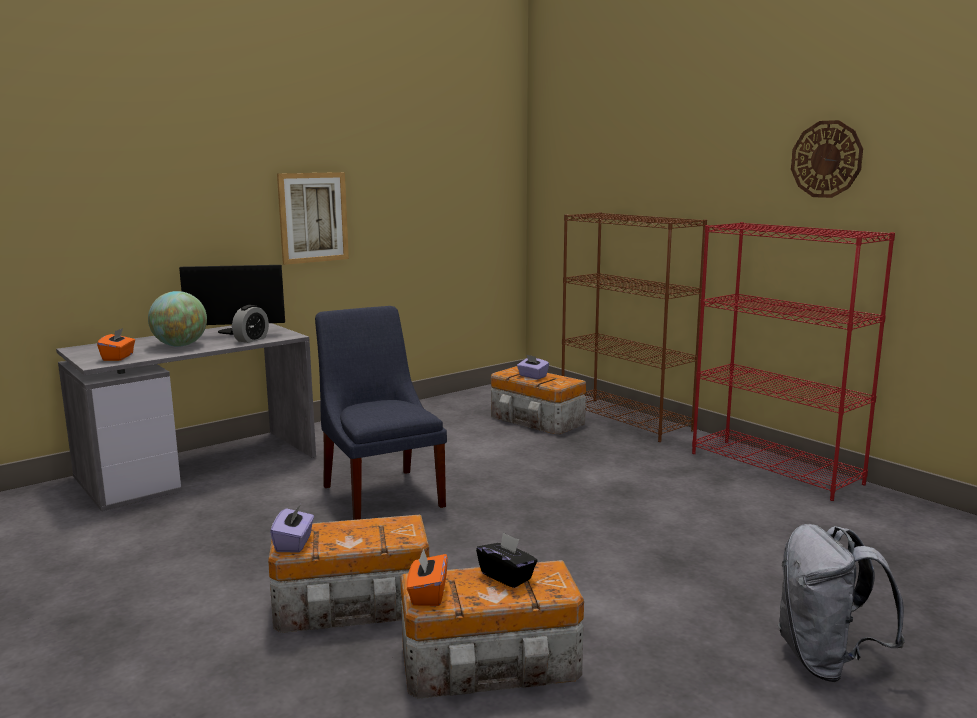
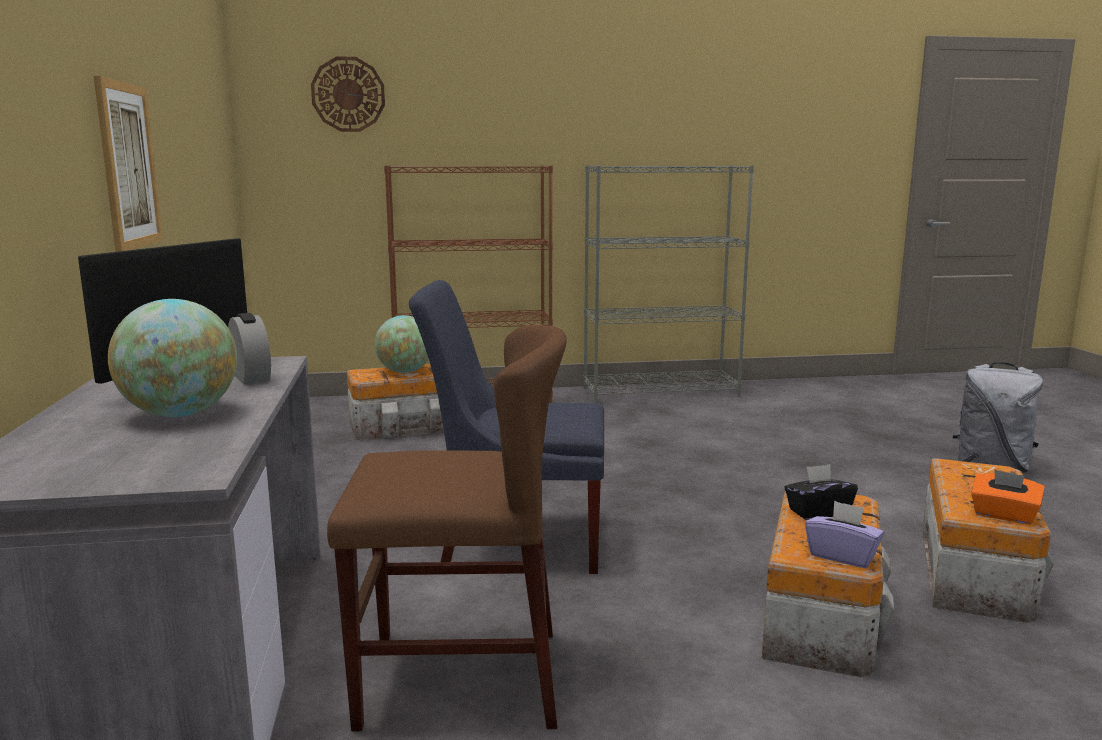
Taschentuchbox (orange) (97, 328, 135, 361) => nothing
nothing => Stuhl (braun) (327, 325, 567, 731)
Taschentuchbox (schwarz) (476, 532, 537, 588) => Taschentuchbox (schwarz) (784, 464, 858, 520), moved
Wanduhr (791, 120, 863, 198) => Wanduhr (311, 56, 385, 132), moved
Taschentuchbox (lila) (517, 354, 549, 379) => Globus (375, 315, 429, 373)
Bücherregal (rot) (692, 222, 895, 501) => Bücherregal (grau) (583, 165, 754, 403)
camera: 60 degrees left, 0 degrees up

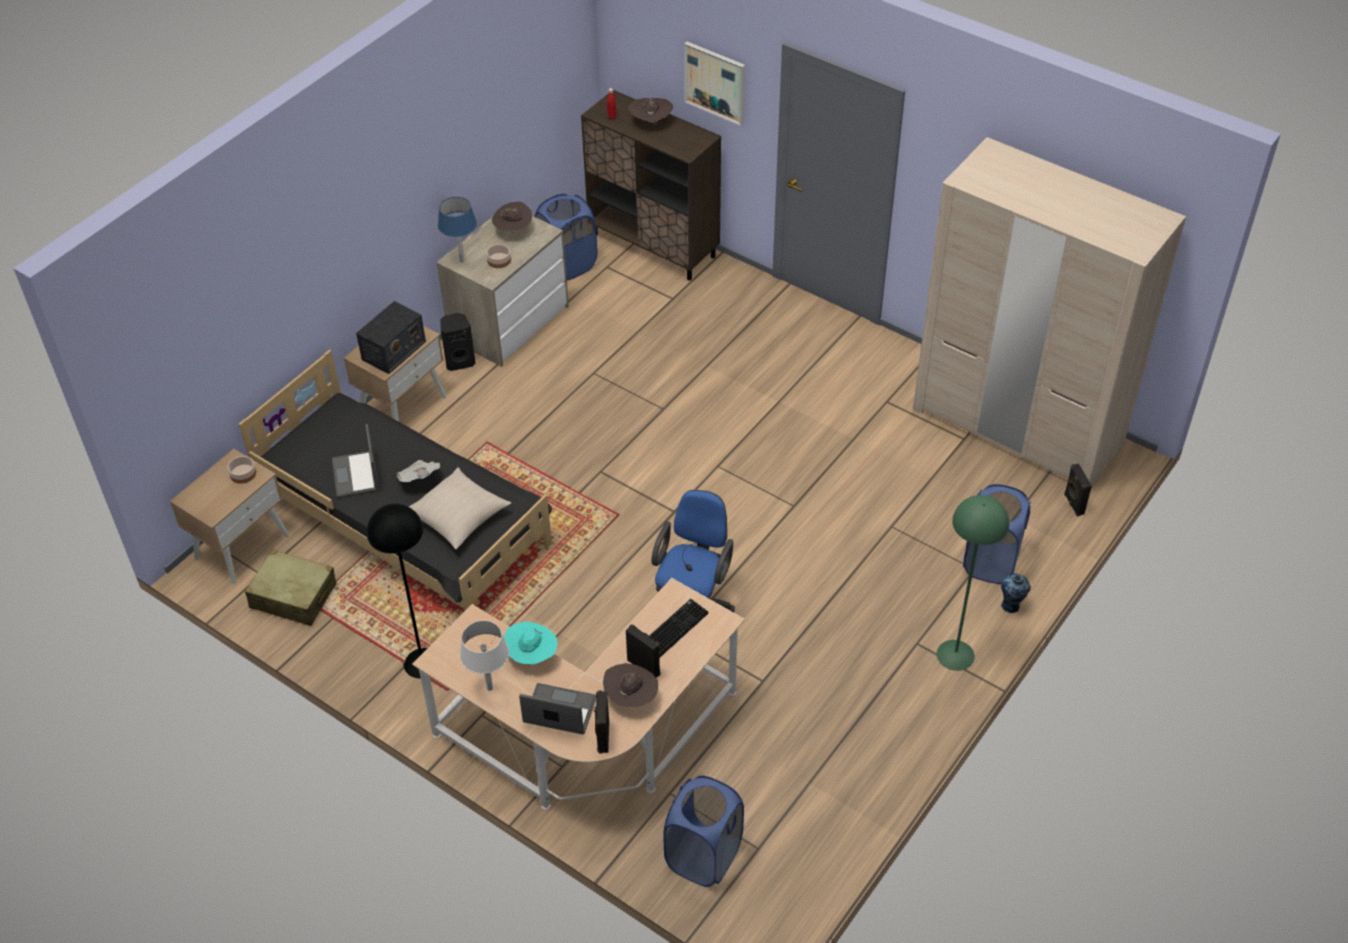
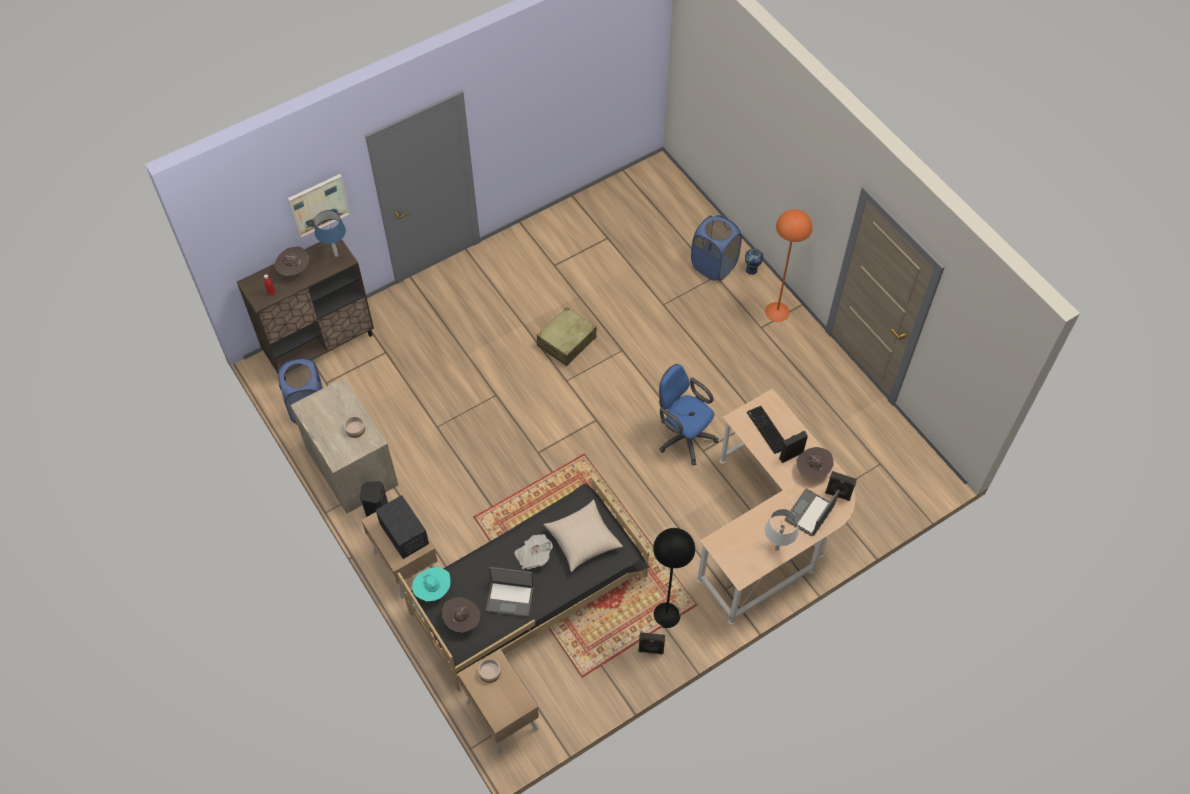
Wäschekorb (blau) (663, 776, 744, 887) => nothing
Kleiderschrank (beige) (913, 137, 1186, 486) => nothing
Koffer (beige) (245, 550, 336, 626) => Koffer (beige) (537, 307, 597, 366), moved
Tischlampe (blau) (438, 197, 477, 262) => Tischlampe (blau) (314, 210, 346, 257), moved
Hut (braun) (492, 201, 532, 233) => Hut (braun) (442, 597, 480, 633), moved
Hut (türkis) (504, 622, 558, 664) => Hut (türkis) (412, 567, 450, 601), moved
Lautsprecher (schwarz) (1064, 464, 1092, 516) => Lautsprecher (schwarz) (638, 632, 665, 654), moved
Stehlampe (grün) (937, 495, 1009, 671) => Stehlampe (orange) (765, 209, 812, 322)
camera: 70 degrees left, 10 degrees up

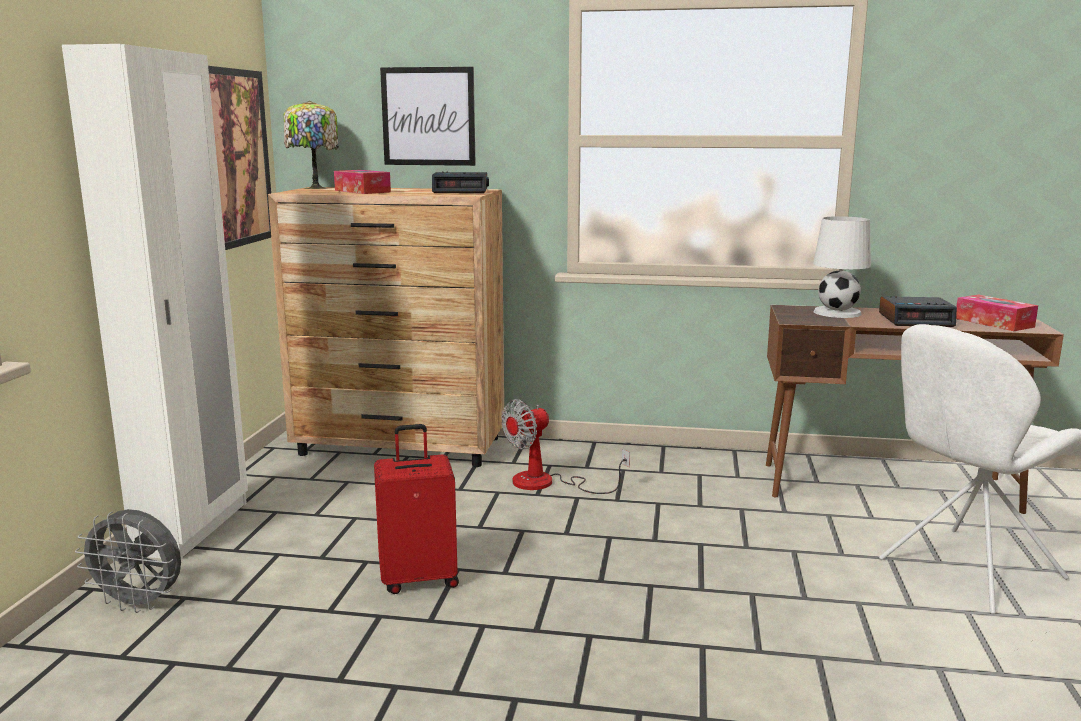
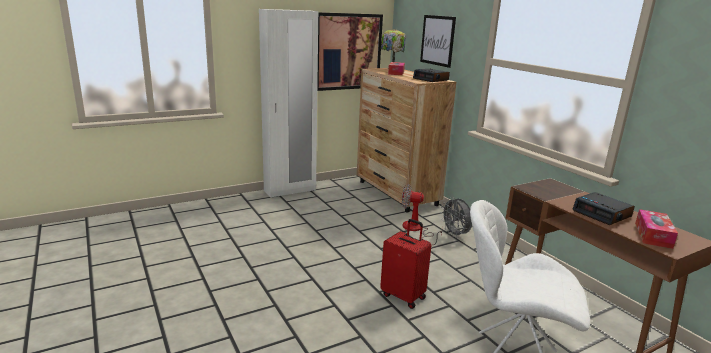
Tischlampe (weiß) (813, 216, 871, 318) => nothing
Ventilator (grau) (75, 509, 181, 613) => Ventilator (grau) (441, 197, 472, 238), moved
Koffer (rot) (374, 424, 459, 594) => Koffer (rot) (380, 219, 431, 309), moved
camera: 50 degrees right, 5 degrees up

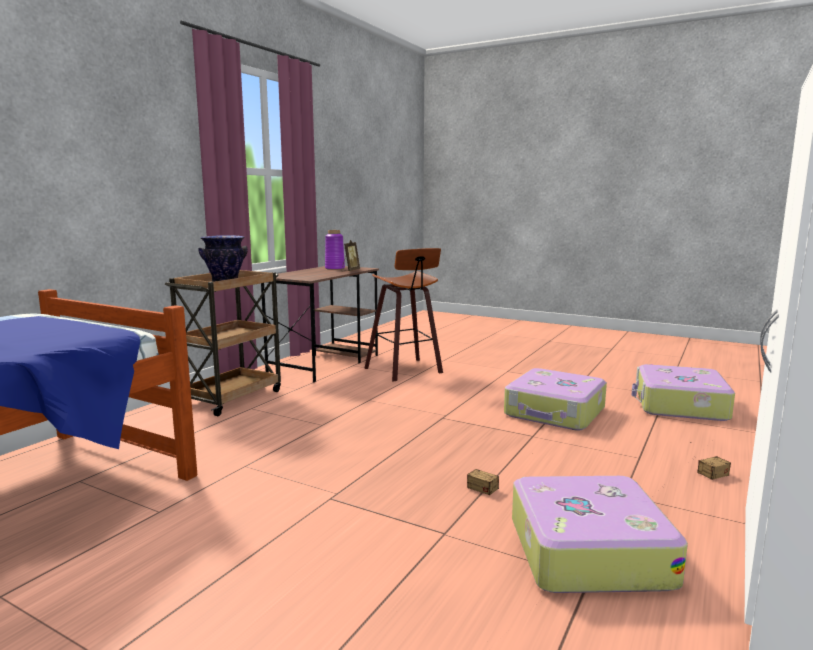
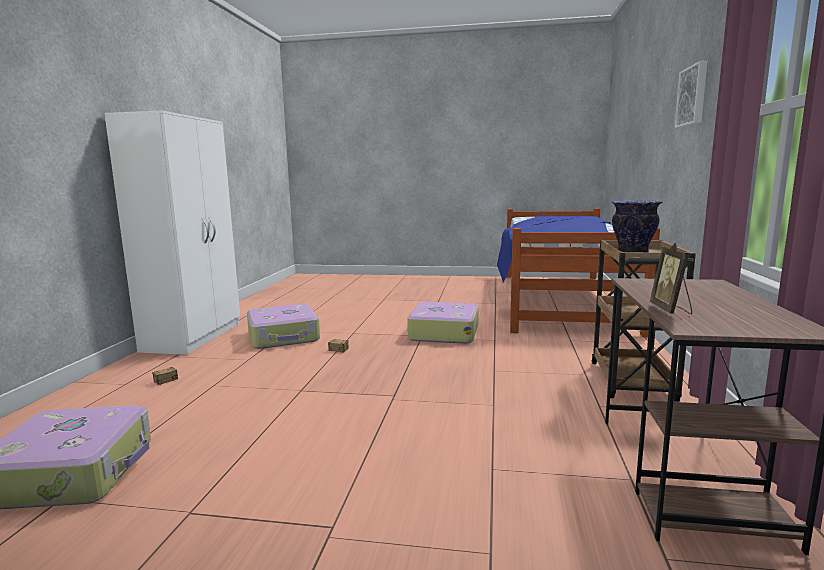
Vase (lila) (325, 230, 345, 270) => nothing
Hocker (364, 248, 443, 382) => nothing
nothing => Bild (675, 61, 708, 128)
Koffer (504, 368, 607, 431) => Koffer (407, 302, 478, 344), moved
camera: 160 degrees right, 0 degrees up

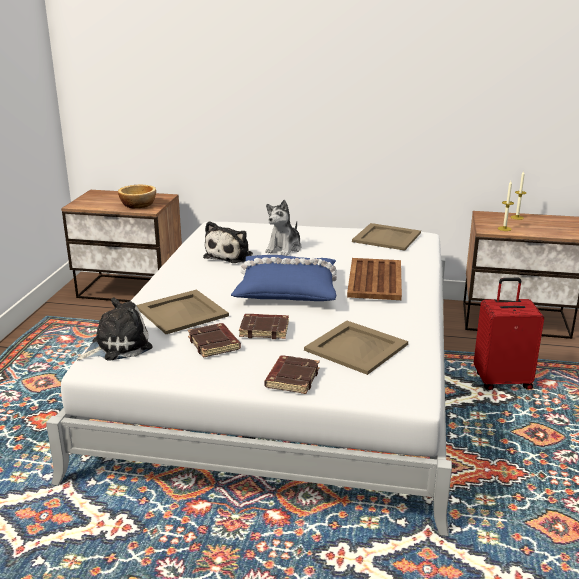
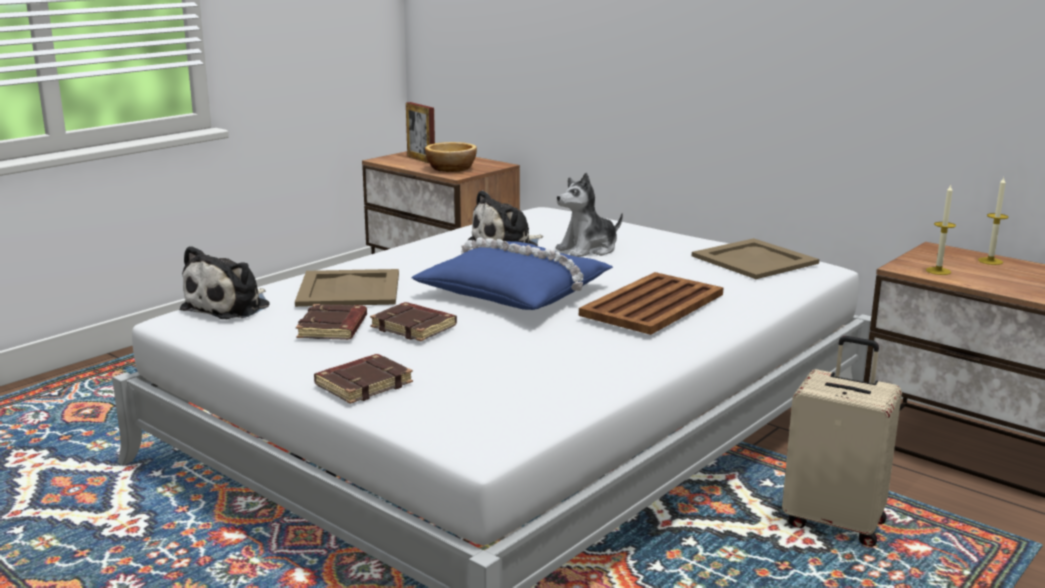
Tablett (beige) (304, 321, 408, 375) => nothing
nothing => Bilderrahmen (406, 102, 435, 164)
Koffer (rot) (474, 278, 544, 390) => Koffer (beige) (782, 336, 902, 547)
Plüschtier (76, 297, 153, 361) => Plüschtier (180, 246, 270, 319), 120 degrees clockwise
camera: 30 degrees right, 5 degrees down

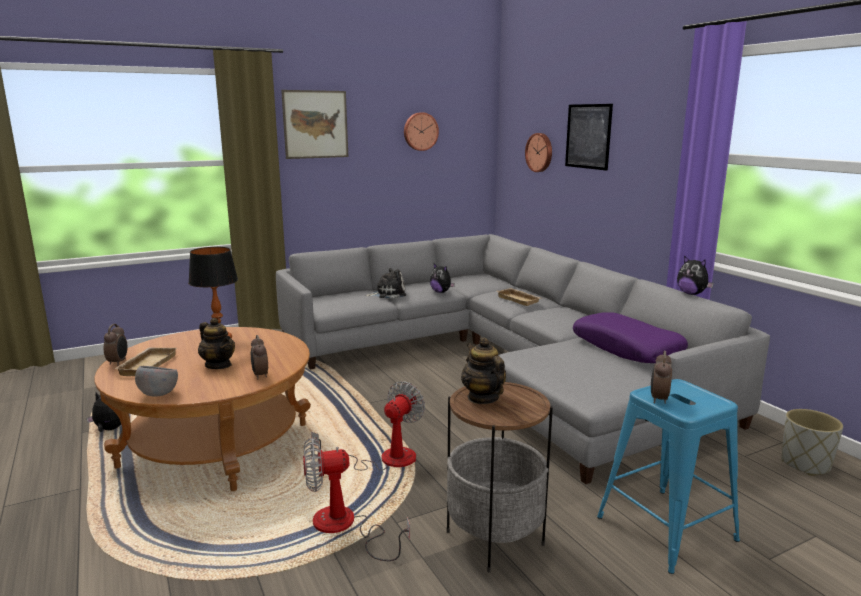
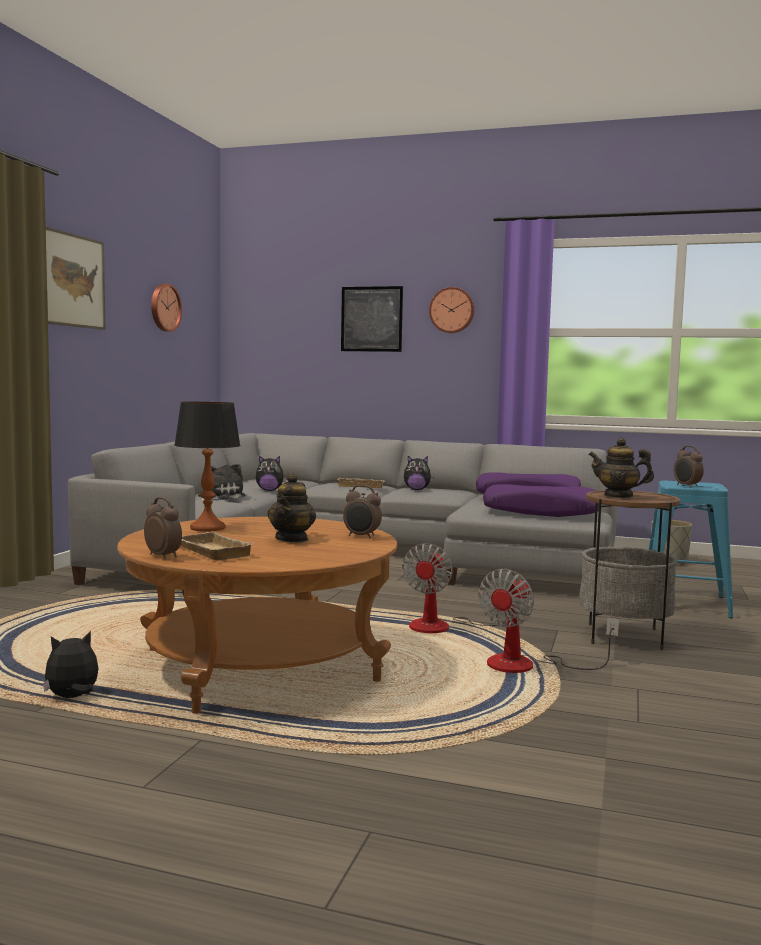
Schüssel (grau) (135, 366, 178, 396) => nothing
nothing => Kissen (lila) (483, 484, 599, 517)
Wanduhr (525, 133, 552, 172) => Wanduhr (429, 287, 474, 333), moved
Plüschtier (677, 256, 714, 295) => Plüschtier (404, 456, 433, 490), moved
Teekanne (198, 318, 235, 369) => Teekanne (267, 473, 316, 542), 105 degrees clockwise
Ventilator (311, 381, 425, 470) => Ventilator (402, 543, 508, 633), 150 degrees counterclockwise
camera: 45 degrees left, 10 degrees down

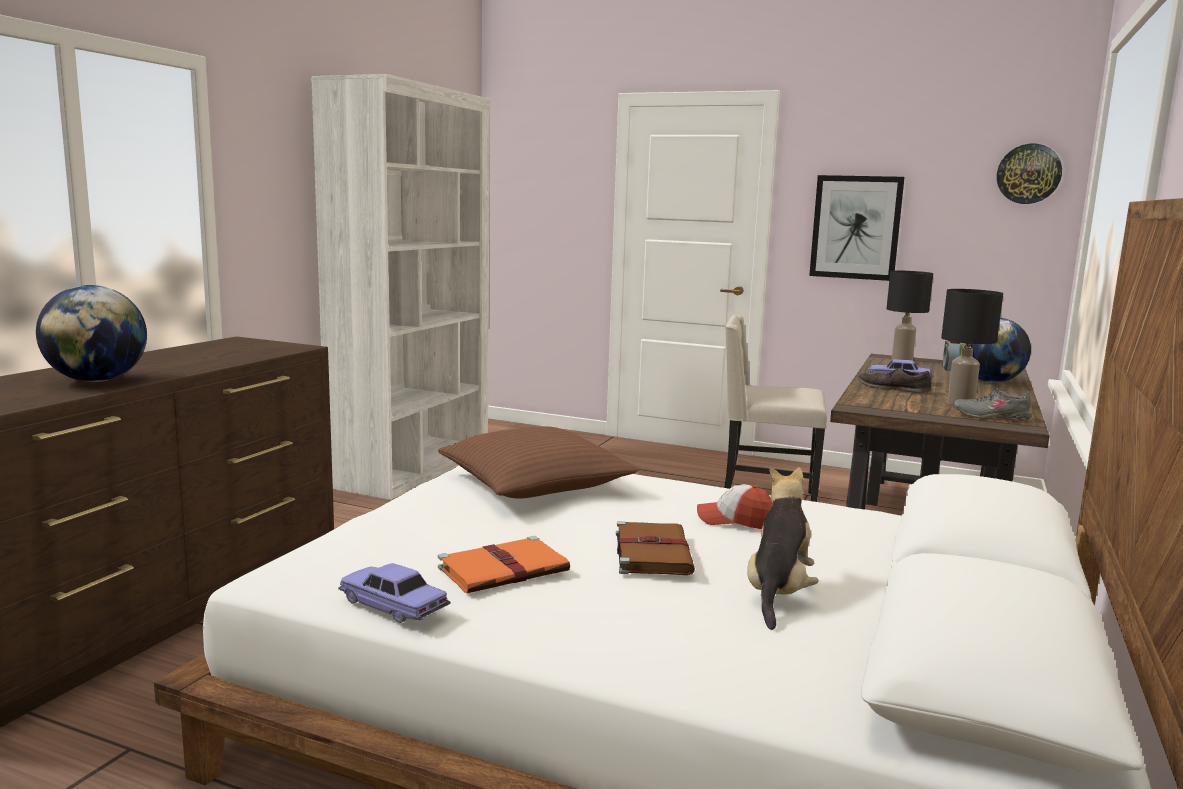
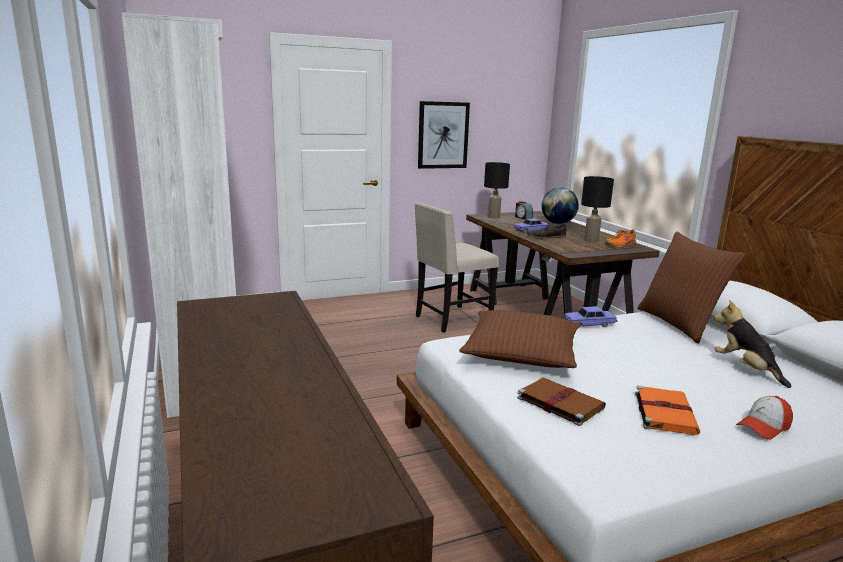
Globus (36, 285, 147, 382) => nothing
Wanduhr (997, 144, 1062, 204) => nothing
nothing => Kissen (braun) (637, 231, 745, 344)
Spielzeugauto (338, 563, 451, 623) => Spielzeugauto (563, 306, 618, 328), moved
Buch (braun) (616, 521, 695, 575) => Buch (braun) (517, 378, 606, 426), moved
Kappe (697, 484, 772, 529) => Kappe (736, 396, 793, 440), moved
Schuh (grau) (953, 388, 1032, 420) => Schuh (orange) (605, 229, 638, 248)
camera: 45 degrees left, 5 degrees up

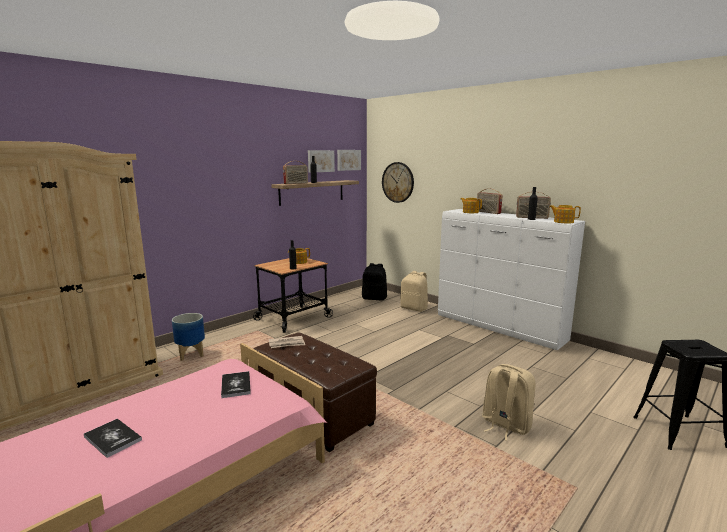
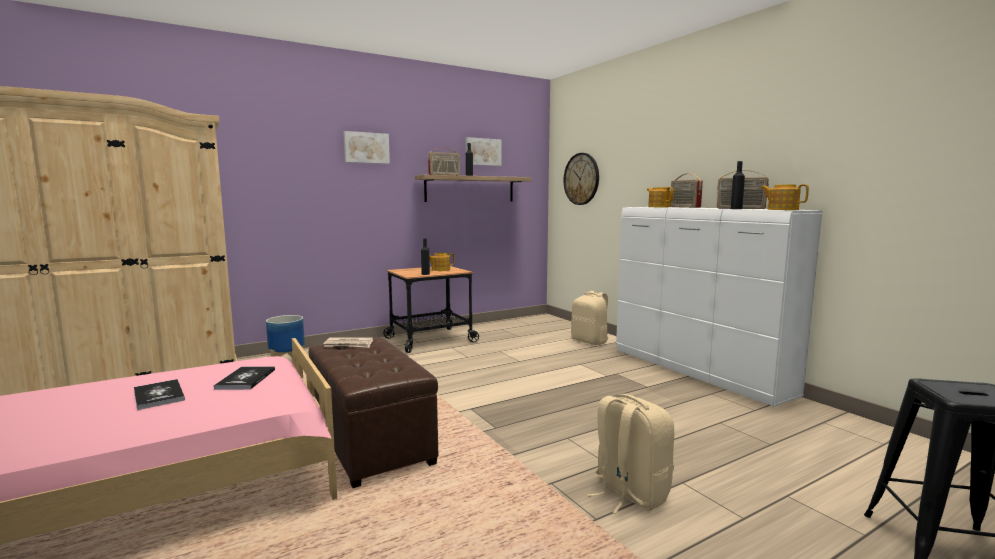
Rucksack (schwarz) (362, 263, 387, 300) => nothing
Buch (84, 419, 142, 458) => Buch (134, 379, 185, 410), moved
Bild (337, 150, 361, 171) => Bild (344, 131, 390, 164), moved
camera: 15 degrees right, 5 degrees down

